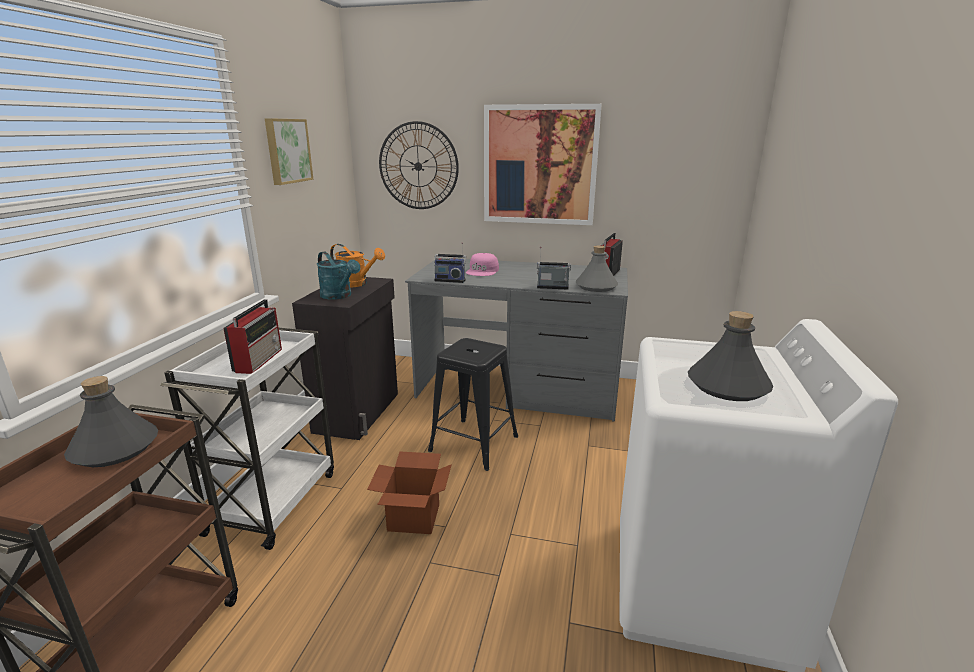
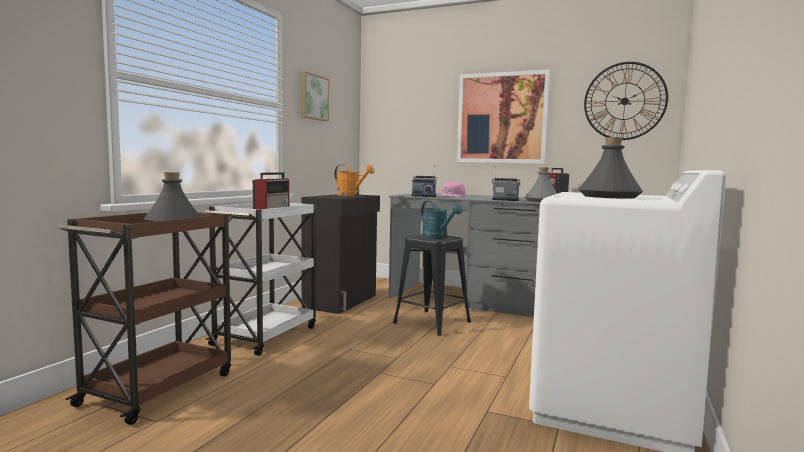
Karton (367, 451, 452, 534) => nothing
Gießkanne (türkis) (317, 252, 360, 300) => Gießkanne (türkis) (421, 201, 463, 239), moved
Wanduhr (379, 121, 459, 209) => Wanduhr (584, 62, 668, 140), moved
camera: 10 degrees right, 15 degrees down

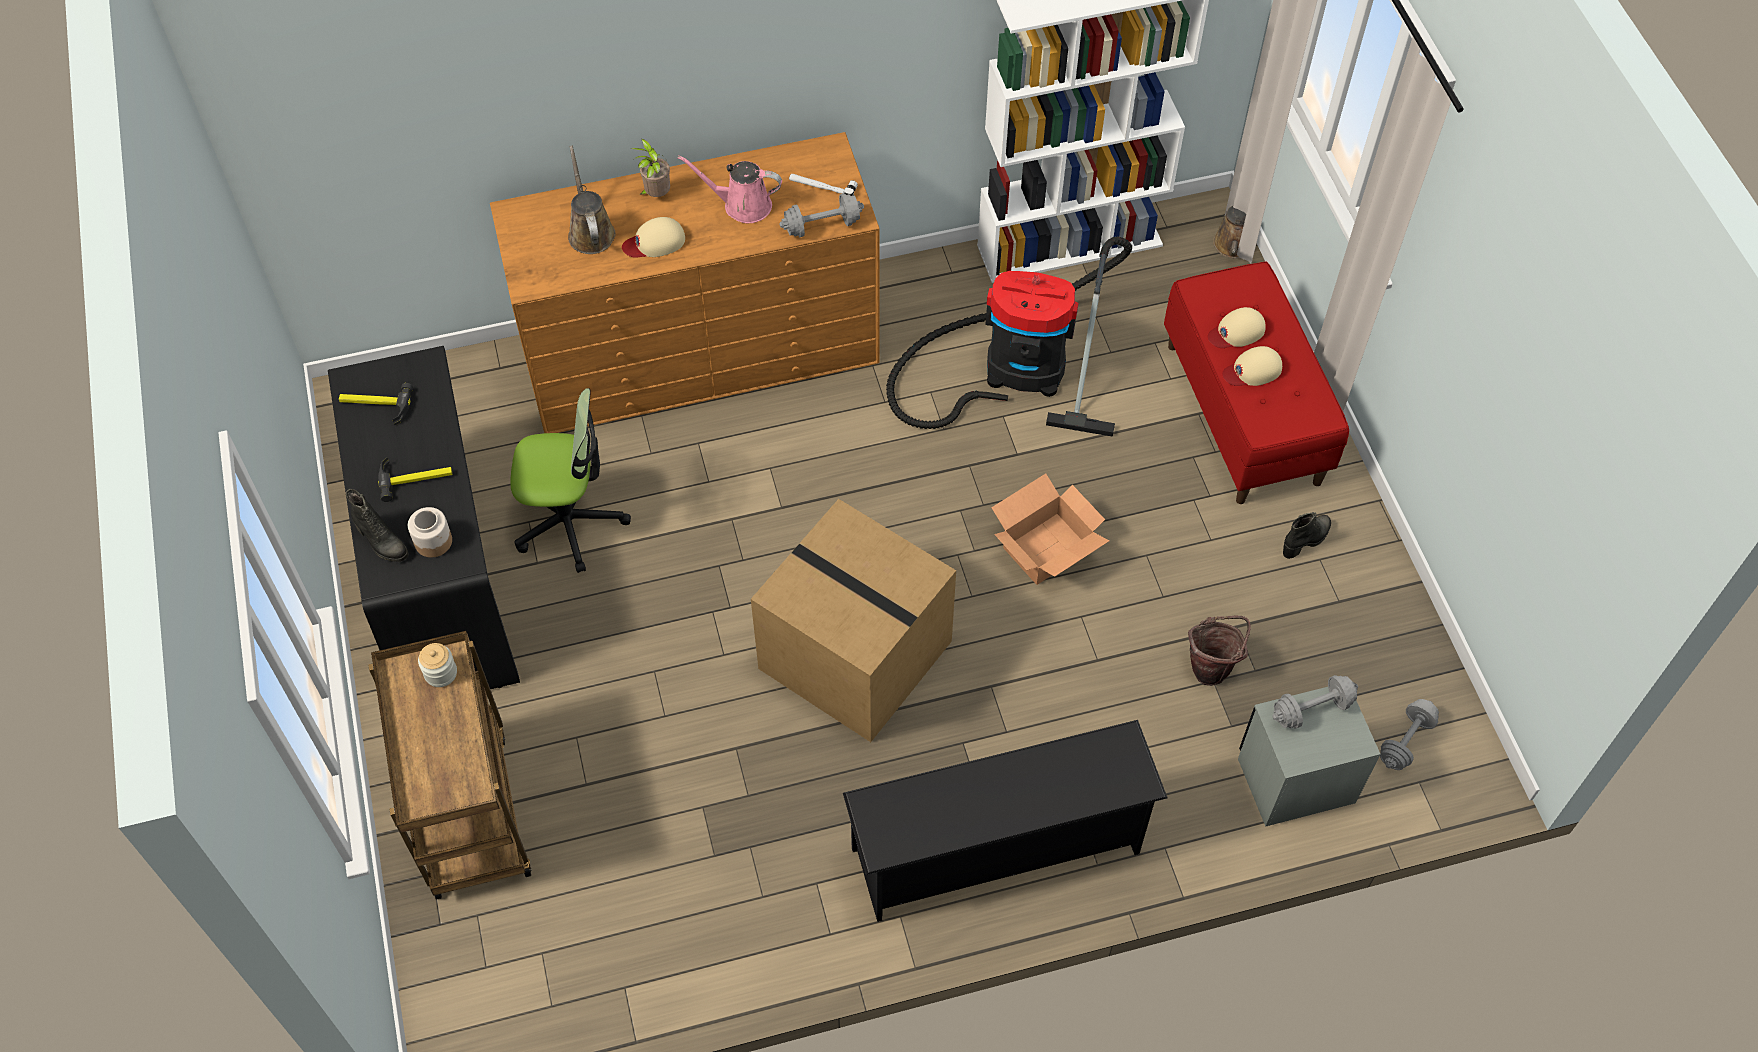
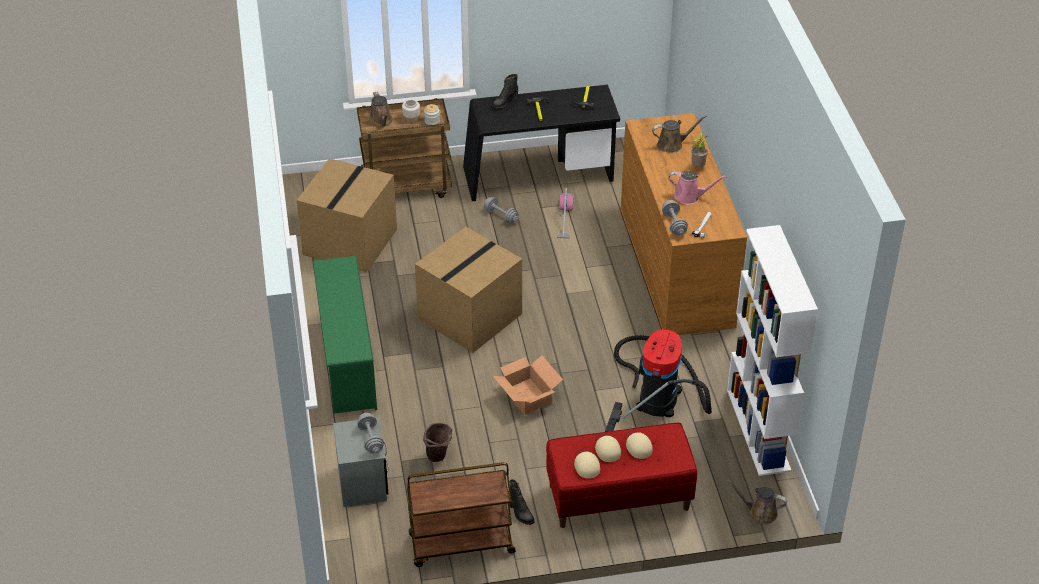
nothing => Karton (296, 158, 397, 273)
nothing => Gießkanne (braun) (369, 91, 393, 127)
nothing => Rollwagen (braun) (407, 462, 516, 567)
Vorratsglas (408, 507, 452, 558) => Vorratsglas (402, 100, 421, 124), moved
Kappe (beige) (622, 217, 685, 258) => Kappe (beige) (574, 448, 600, 479), moved
Hantel (grau) (1380, 699, 1439, 770) => Hantel (grau) (484, 197, 519, 224), moved
Bürostuhl (510, 388, 631, 573) => Staubsauger (557, 188, 574, 239)
Schuhregal (schwarz) (843, 720, 1167, 922) => Schuhregal (grün) (313, 256, 377, 414)
Gießkanne (rosa) (678, 155, 782, 223) => Gießkanne (rosa) (668, 171, 727, 205), 90 degrees clockwise
camera: 95 degrees right, 15 degrees down

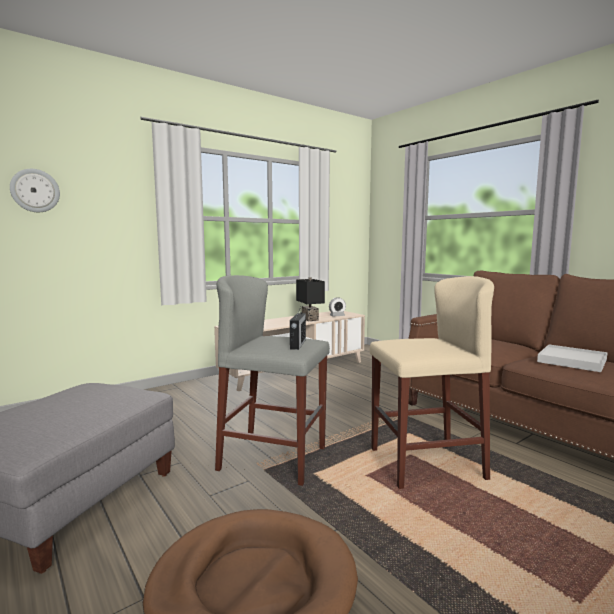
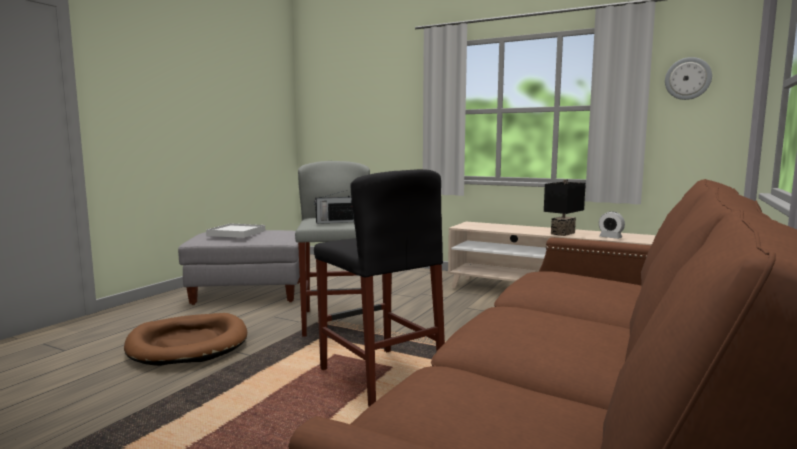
Wanduhr (10, 169, 60, 212) => Wanduhr (665, 57, 712, 100), moved
Tablett (weiß) (537, 344, 608, 372) => Tablett (weiß) (206, 223, 265, 238), moved
Hocker (beige) (369, 276, 494, 489) => Hocker (schwarz) (314, 169, 445, 407)
camera: 65 degrees right, 0 degrees up

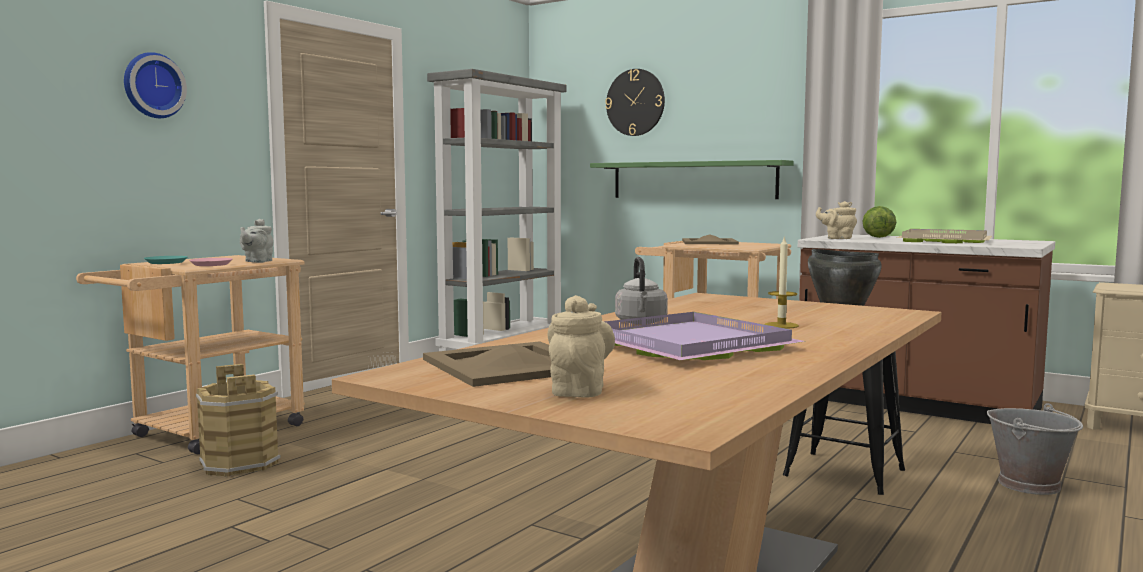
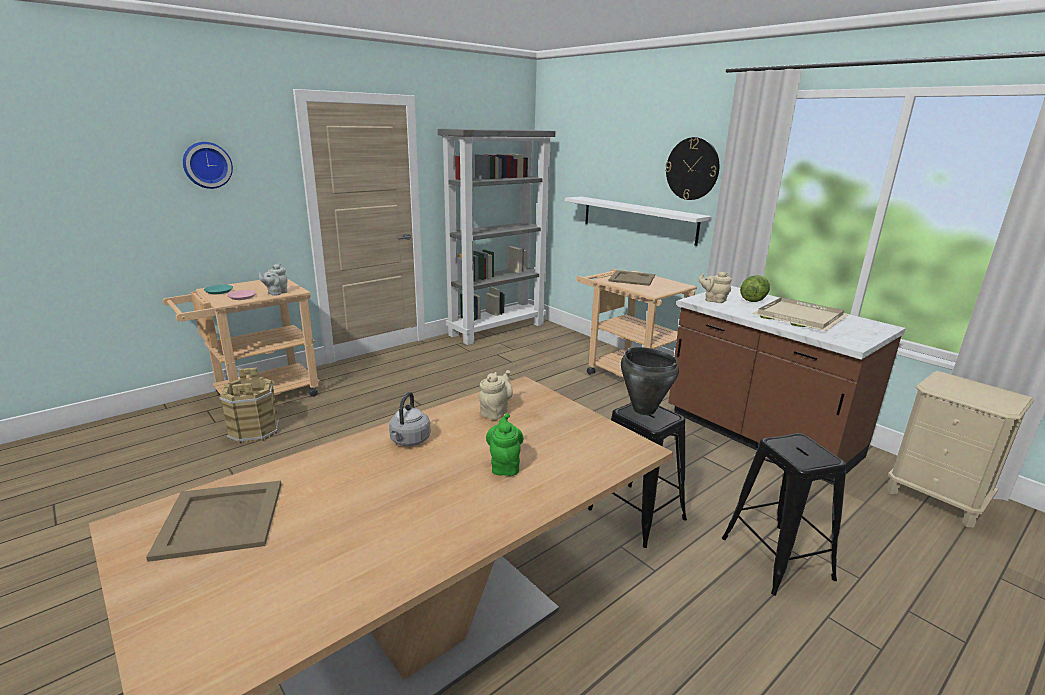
Tablett (lila) (605, 312, 806, 360) => nothing
Teekanne (beige) (548, 295, 615, 397) => Teekanne (beige) (479, 370, 513, 420), moved
Wanduhr (605, 69, 665, 136) => Wanduhr (665, 137, 719, 200), moved
Kerze (765, 235, 799, 329) => Teekanne (grün) (486, 413, 523, 476)
Eimer (grau) (987, 403, 1083, 495) => Hocker (schwarz) (722, 433, 847, 596)
Wandregal (grün) (590, 160, 794, 199) => Wandregal (weiß) (565, 196, 712, 246)
camera: 15 degrees right, 15 degrees up

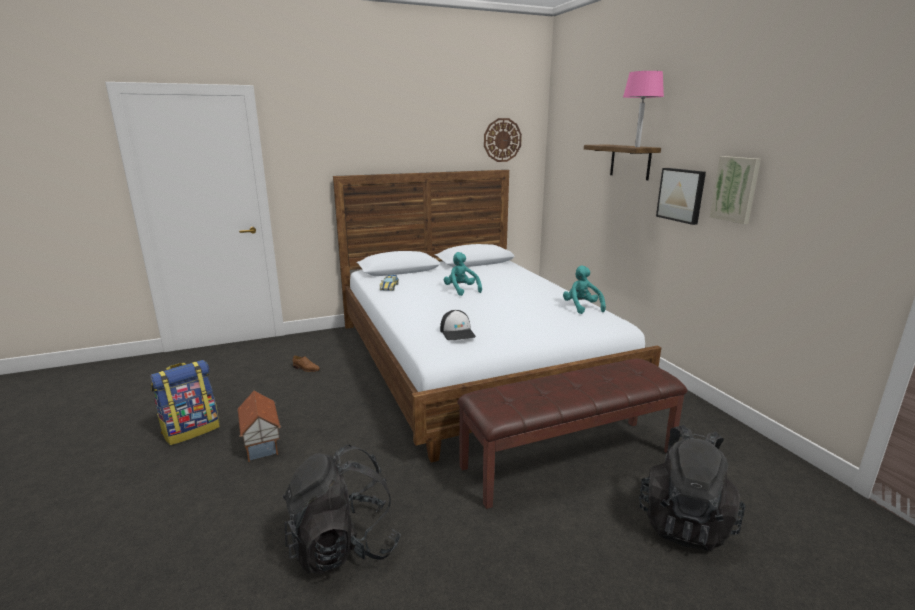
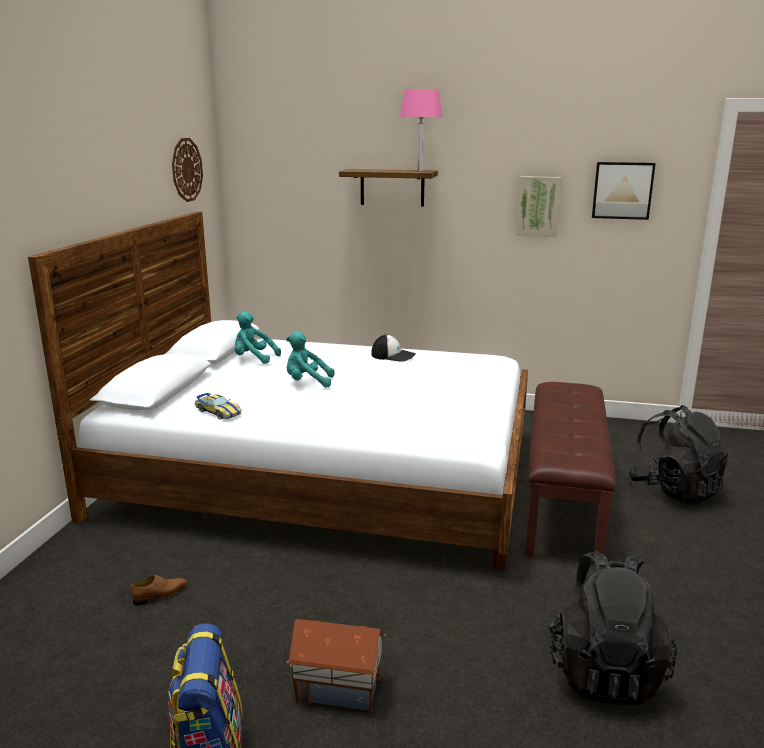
Kappe (440, 310, 476, 340) => Kappe (371, 335, 416, 362), moved
Plüschtier (türkis) (563, 265, 606, 314) => Plüschtier (türkis) (235, 311, 281, 364), moved
Bild (656, 168, 706, 225) => Bild (592, 162, 656, 220), moved
camera: 55 degrees left, 0 degrees up

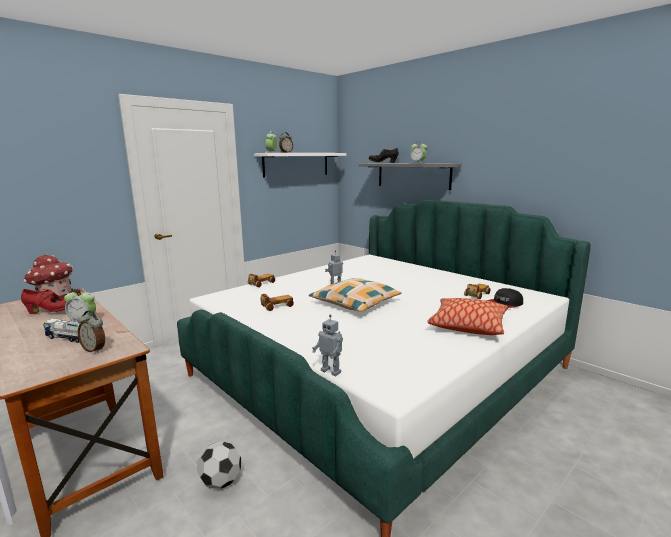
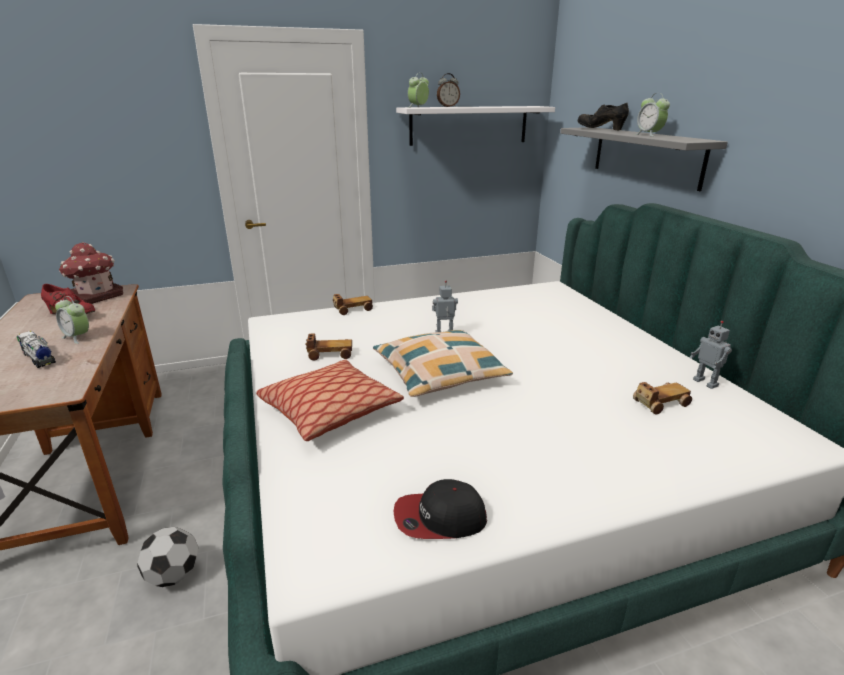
Wecker (78, 310, 105, 353) => nothing
Spielzeugroboter (312, 315, 343, 376) => Spielzeugroboter (689, 321, 732, 389), moved
Kissen (427, 298, 508, 335) => Kissen (256, 359, 404, 441), moved
Kappe (486, 288, 523, 308) => Kappe (394, 479, 487, 539), moved
camera: 25 degrees right, 10 degrees up

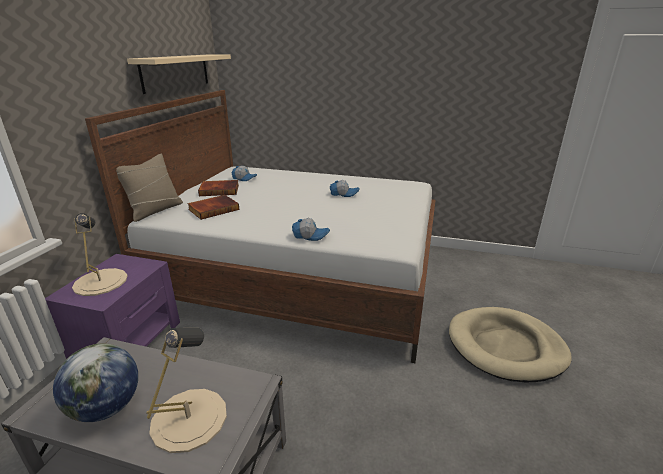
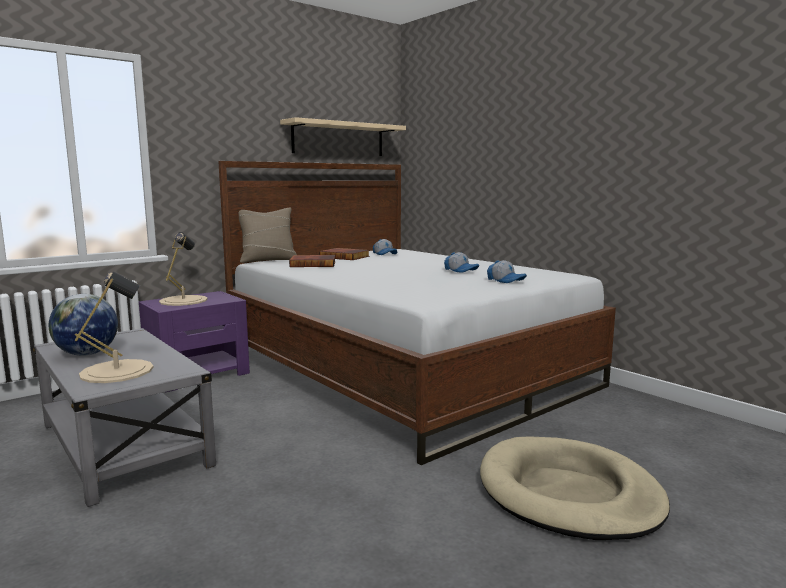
Kappe (292, 218, 330, 241) => Kappe (487, 260, 527, 283), moved
camera: 35 degrees right, 15 degrees down

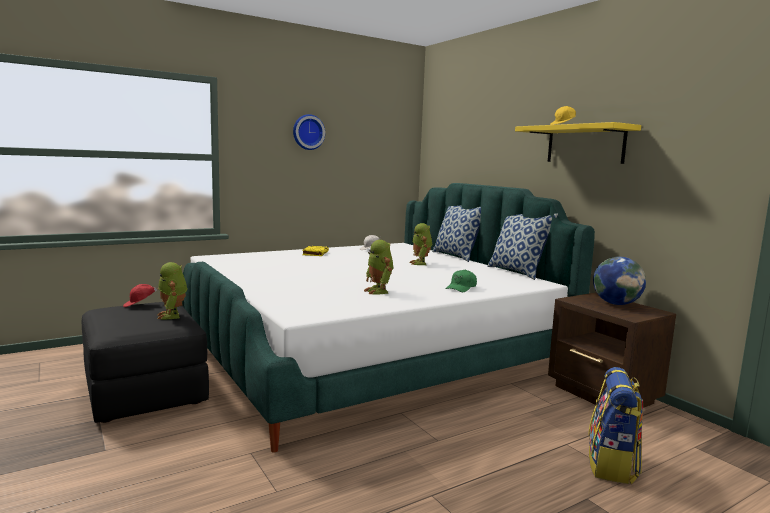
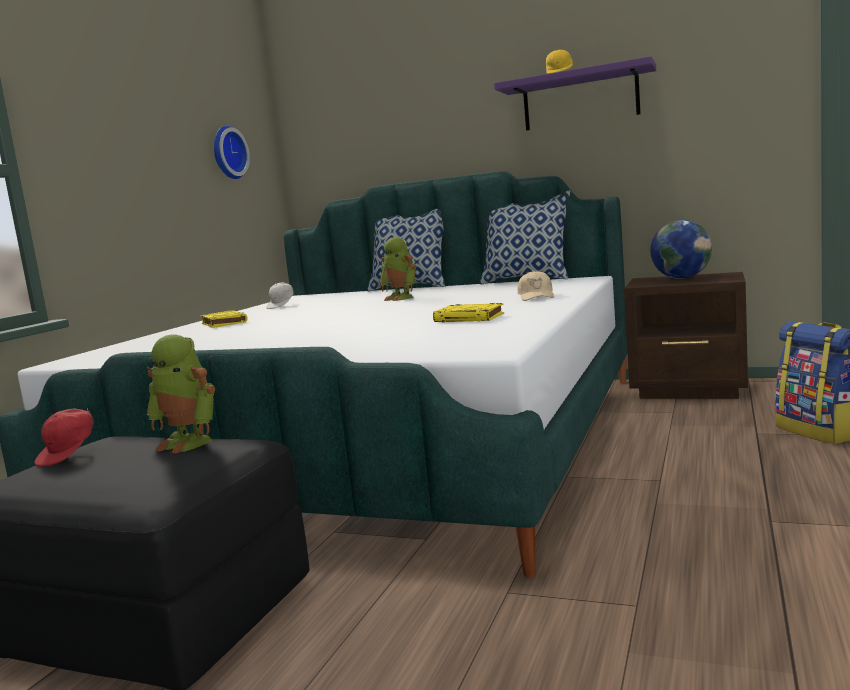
Wanduhr (293, 114, 325, 150) => Wanduhr (213, 125, 250, 179), moved
Spielzeugroboter (364, 240, 393, 295) => Buch (gelb) (433, 303, 504, 322)
Kappe (grün) (445, 269, 477, 292) => Kappe (beige) (517, 270, 554, 301)
Wandregal (gelb) (515, 122, 641, 164) => Wandregal (lila) (494, 56, 656, 131)
camera: 35 degrees left, 0 degrees up

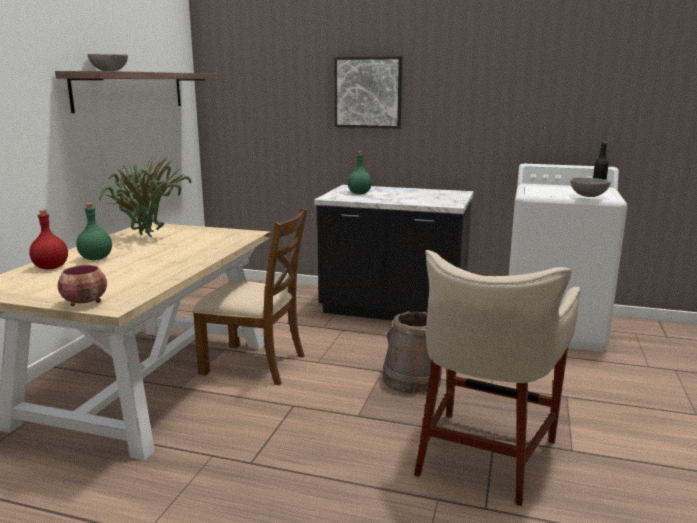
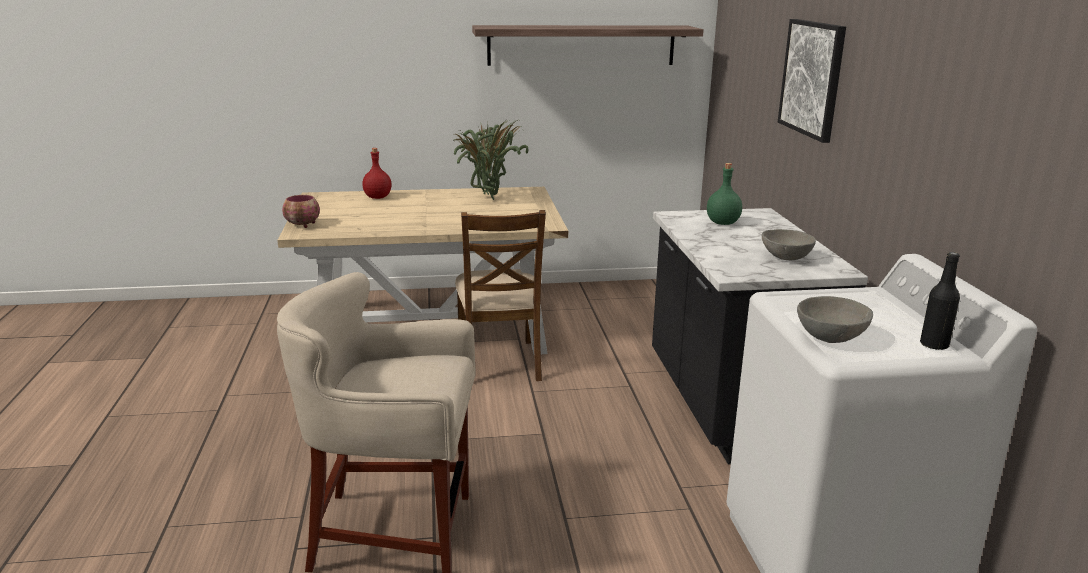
Flasche (grün) (76, 203, 112, 260) => nothing
Eimer (braun) (382, 312, 442, 394) => nothing
Schüssel (grau) (88, 54, 128, 71) => Schüssel (grau) (762, 229, 816, 260), moved
camera: 65 degrees right, 5 degrees up

